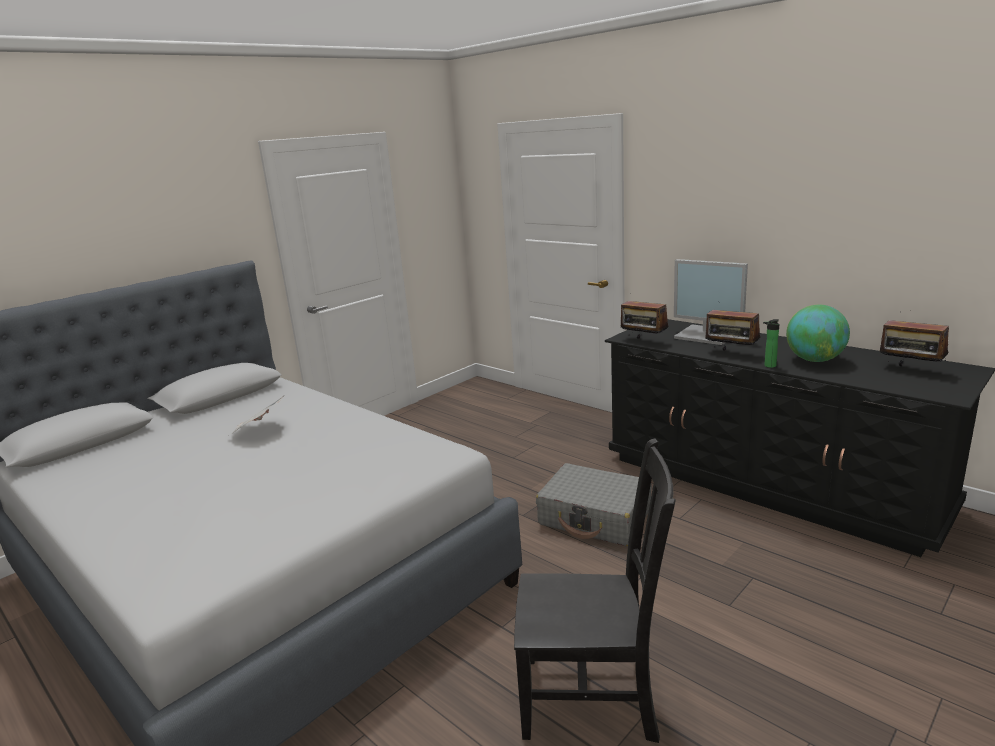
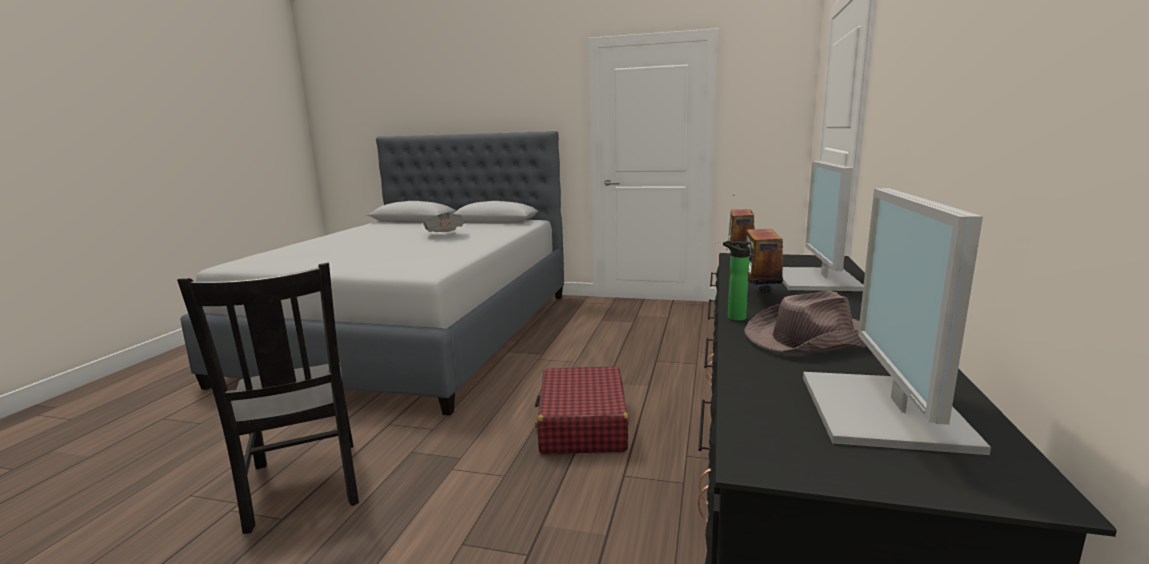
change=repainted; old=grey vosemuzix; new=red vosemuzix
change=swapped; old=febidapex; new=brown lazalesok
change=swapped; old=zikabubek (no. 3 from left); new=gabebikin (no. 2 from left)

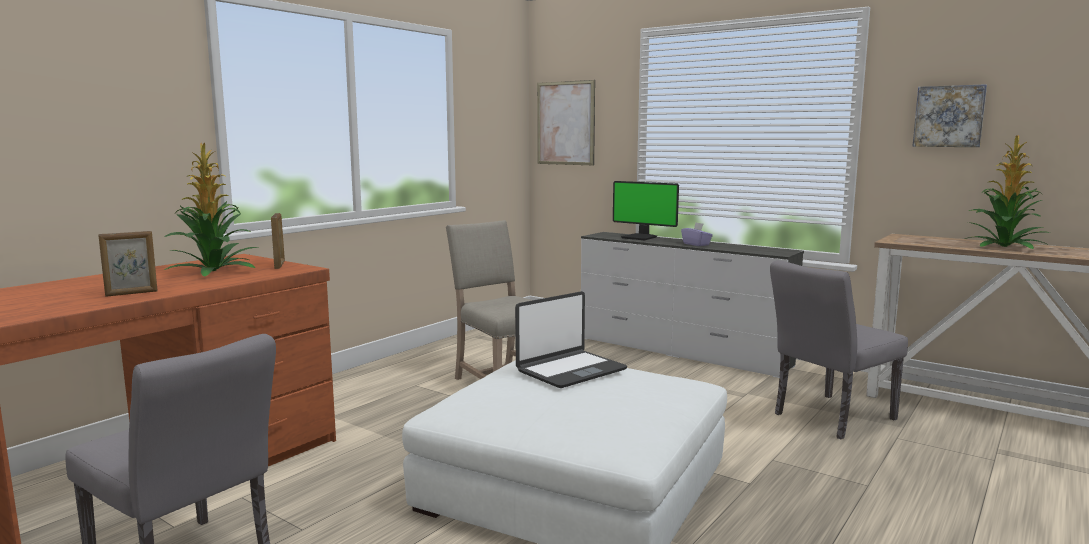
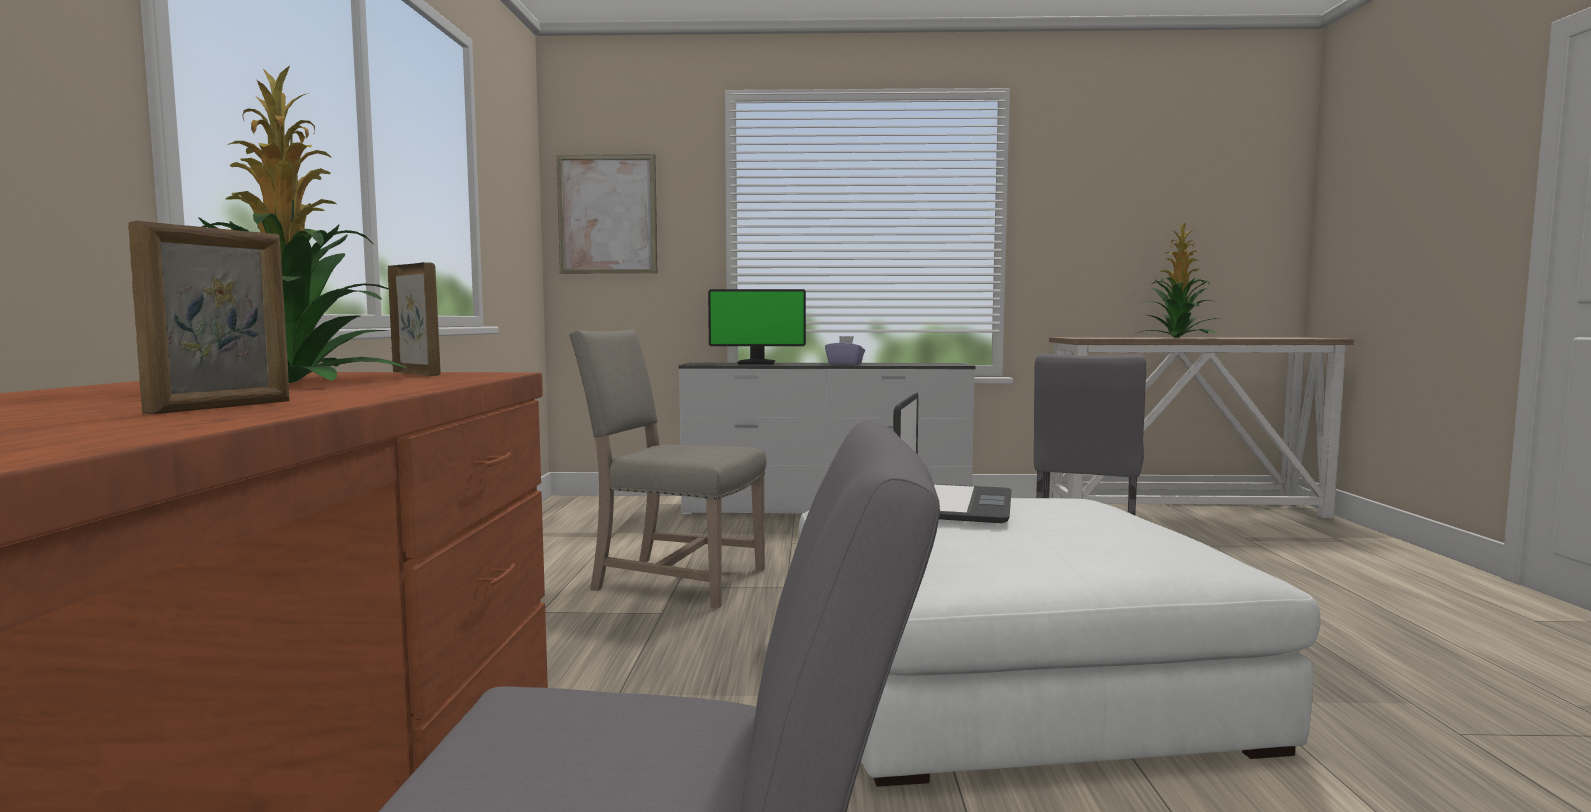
change=gone; old=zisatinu (no. 2 from left)

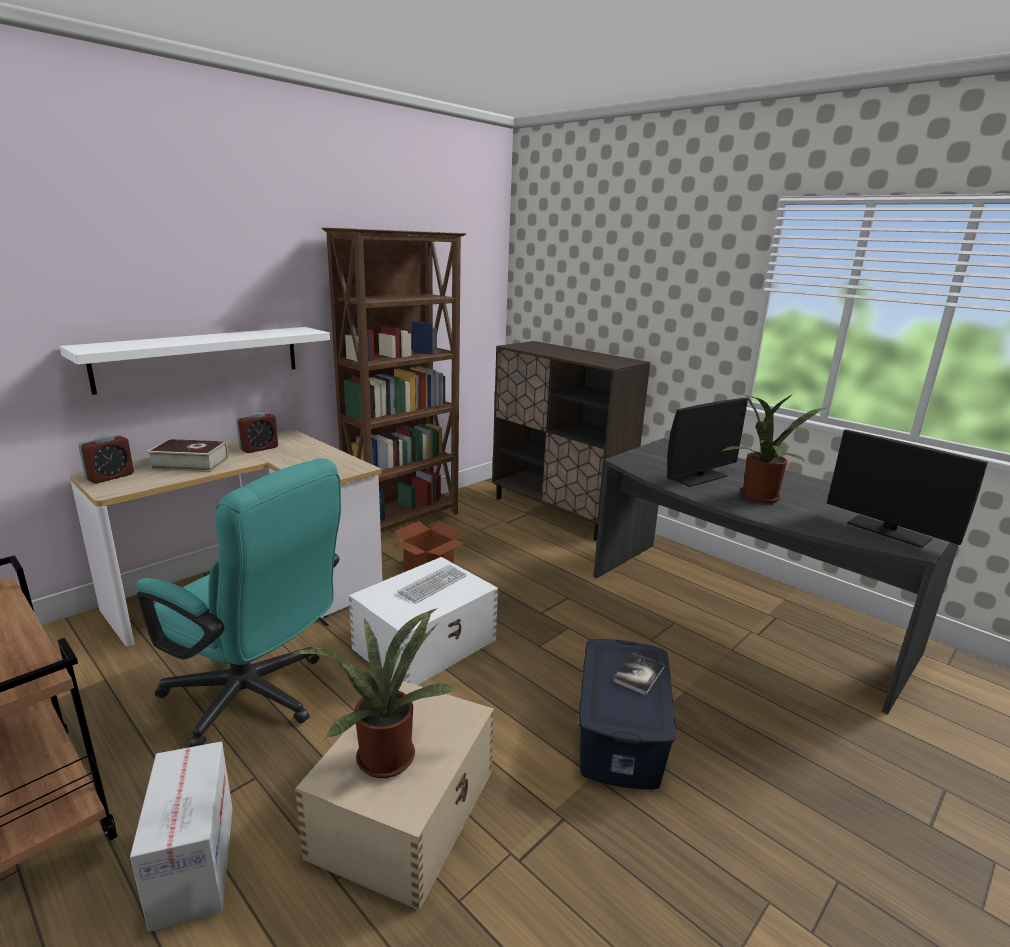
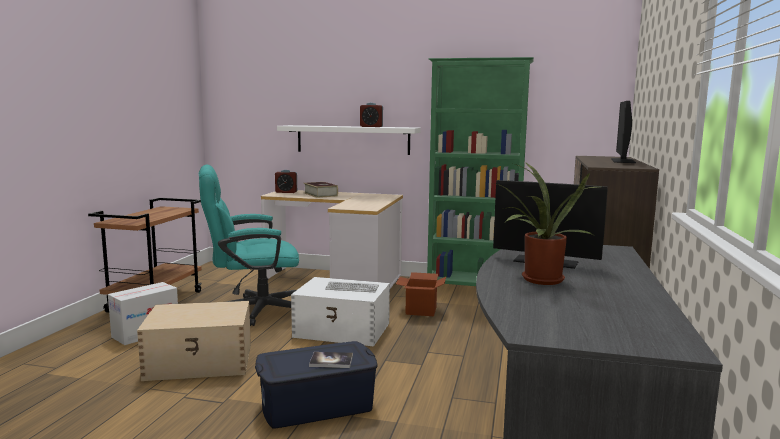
change=rotated; old=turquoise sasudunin; degrees=75
change=shifted; old=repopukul (no. 2 from left)
change=gone; old=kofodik (no. 1 from left)
change=repainted; old=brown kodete; new=green kodete
change=shifted; old=gabebikin (no. 2 from left)

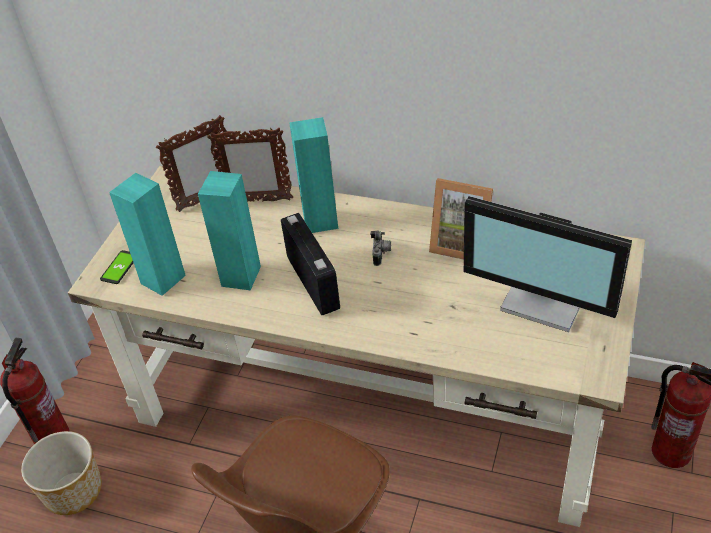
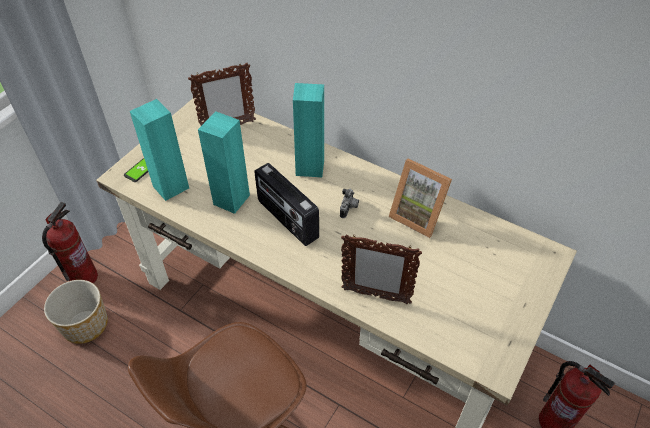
change=shifted; old=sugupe (no. 2 from left)
change=rotated; old=zikabubek; degrees=150
change=gone; old=gabebikin

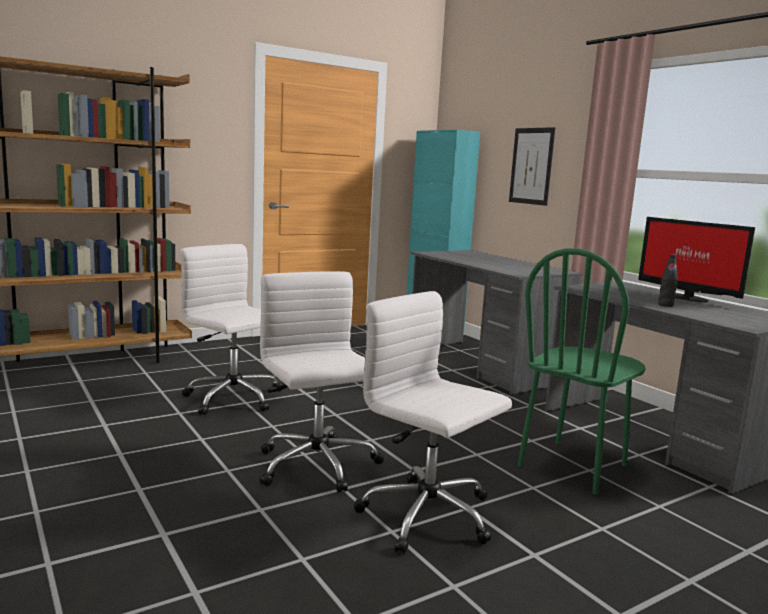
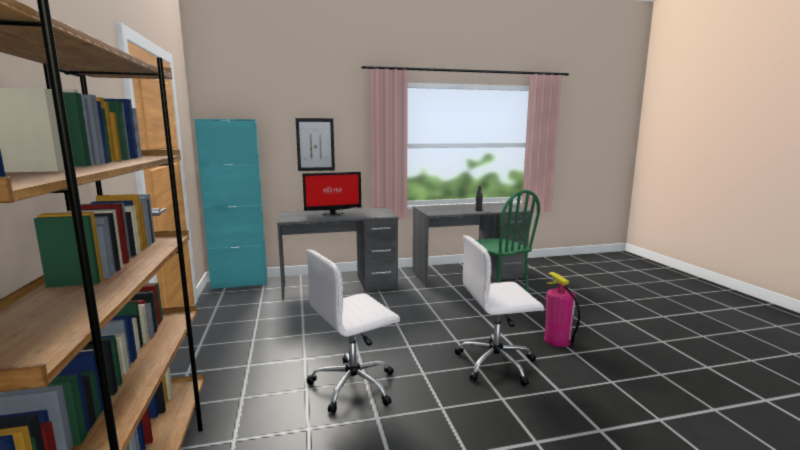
change=swapped; old=white sasudunin (no. 3 from left); new=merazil
change=shifted; old=gabebikin

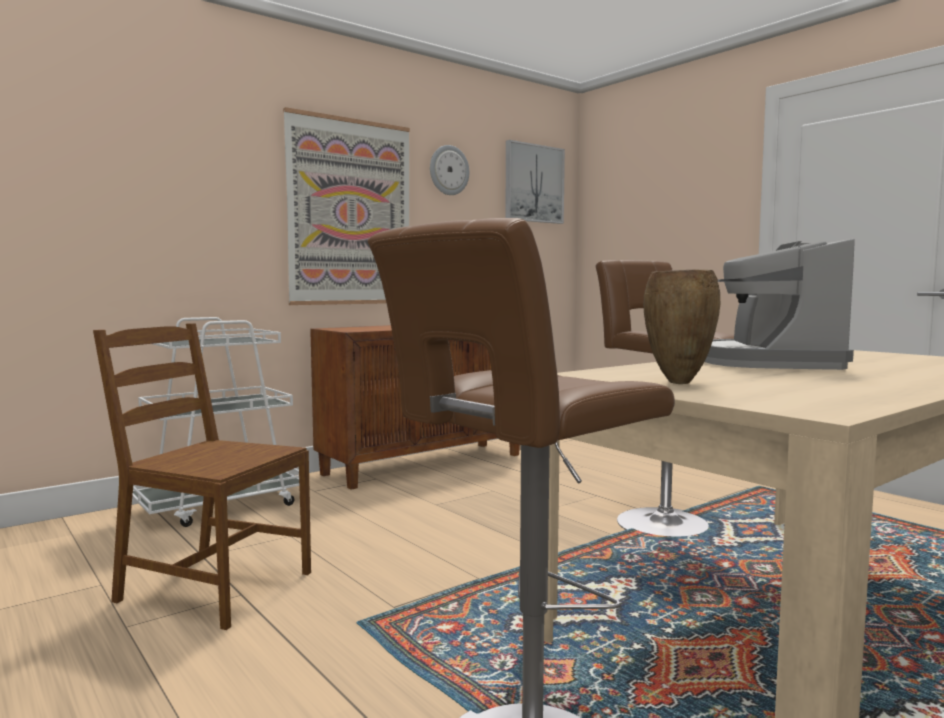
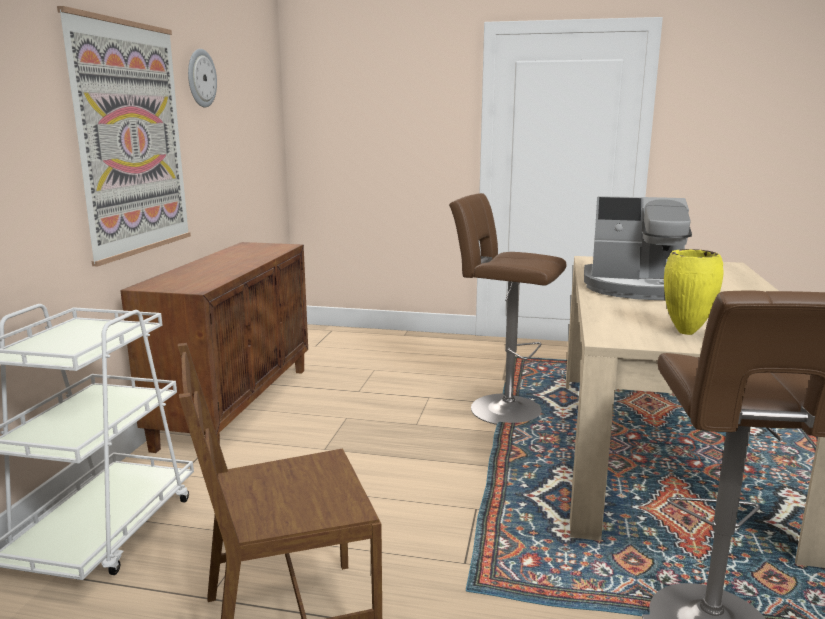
change=gone; old=zisatinu (no. 2 from left)
change=repainted; old=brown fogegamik; new=yellow fogegamik
change=rotated; old=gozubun; degrees=-45

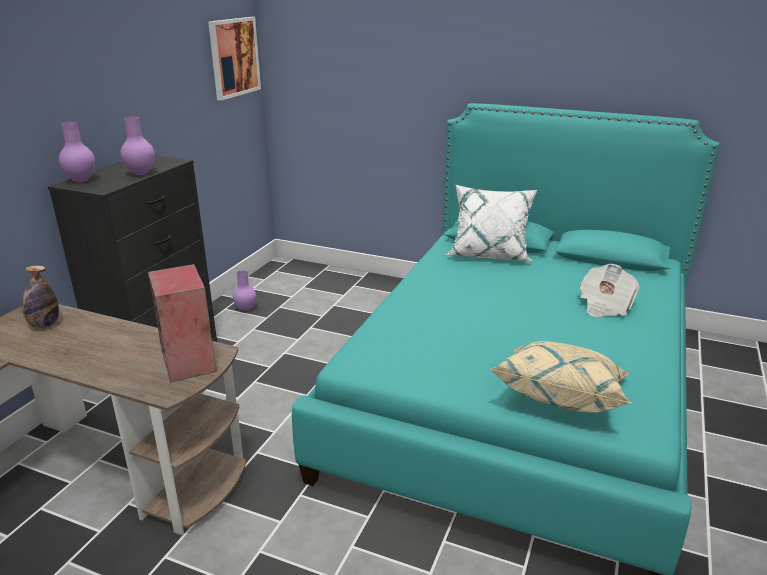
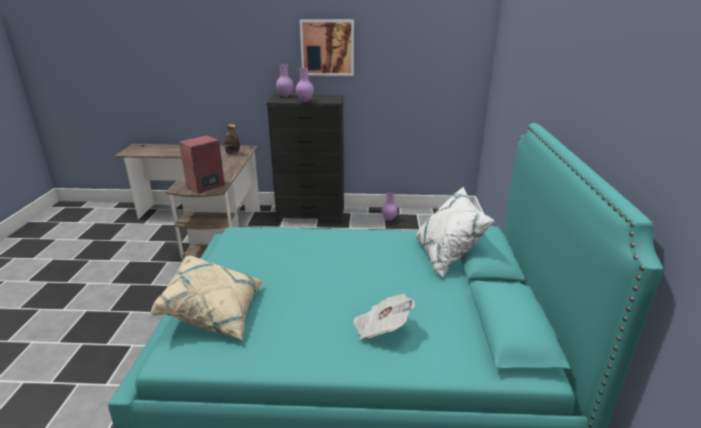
change=shifted; old=zisatinu

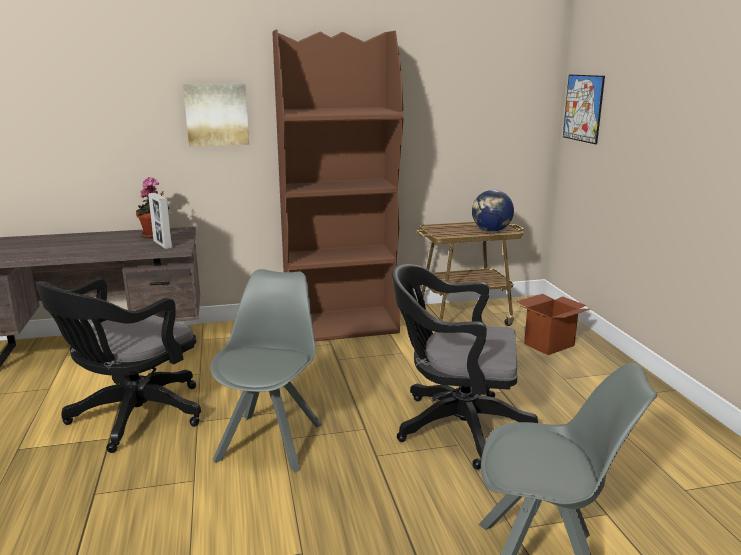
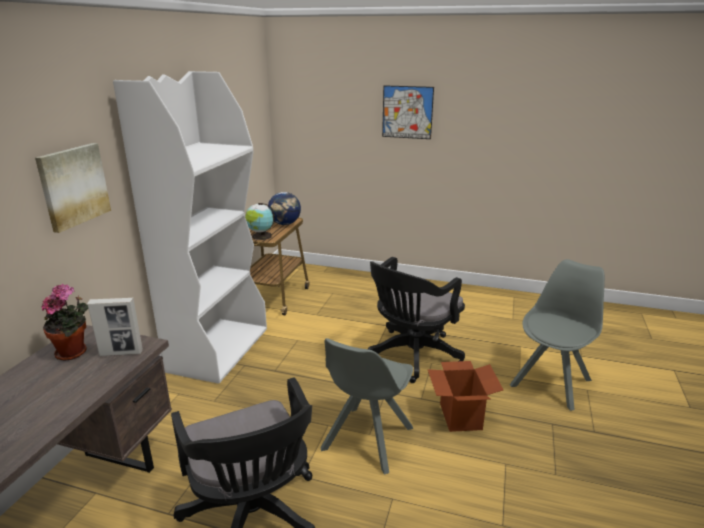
change=rotated; old=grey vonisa (no. 1 from left); degrees=-105
change=repainted; old=brown kodete; new=white kodete
change=shifted; old=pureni
change=shifted; old=zisatinu (no. 2 from left)
change=new; new=febidapex (no. 1 from left)

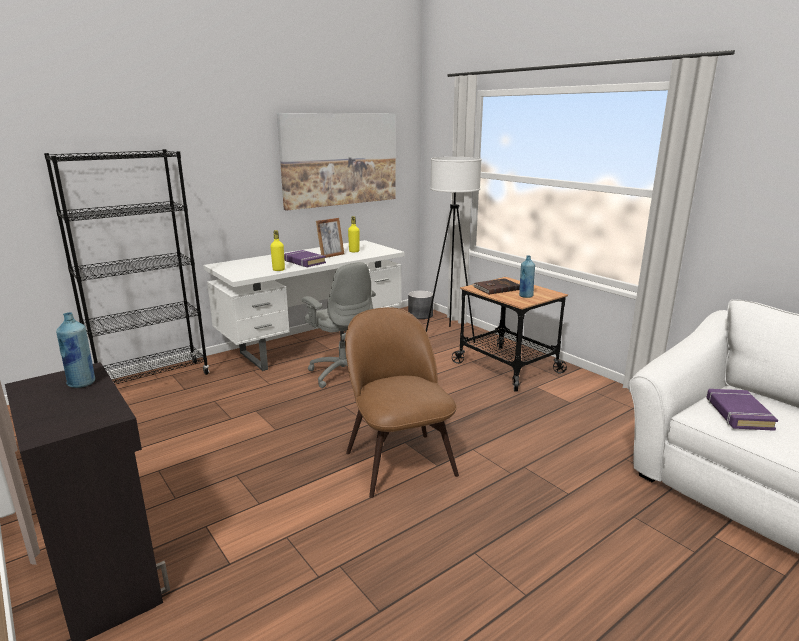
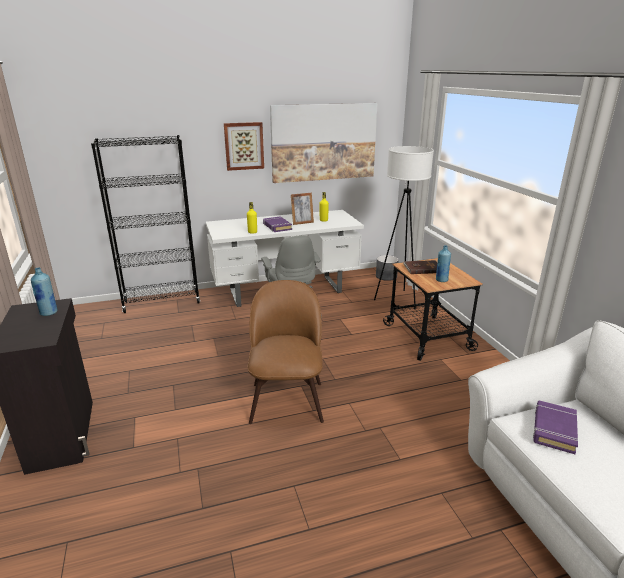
change=new; new=zisatinu (no. 1 from left)

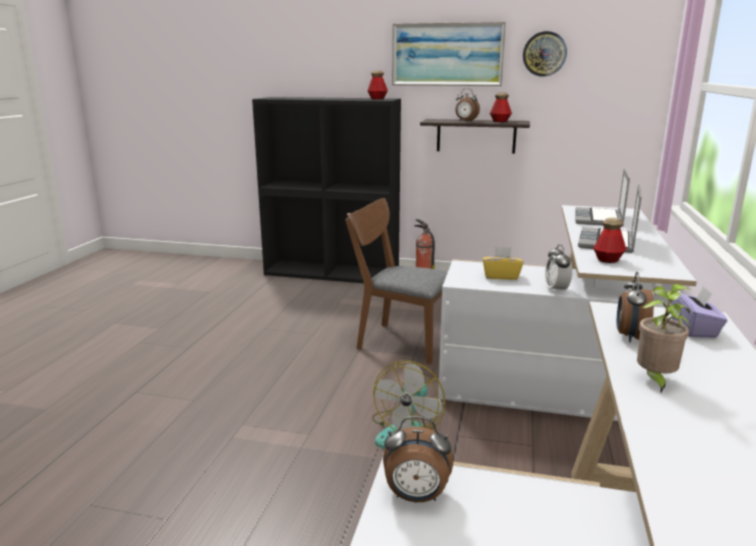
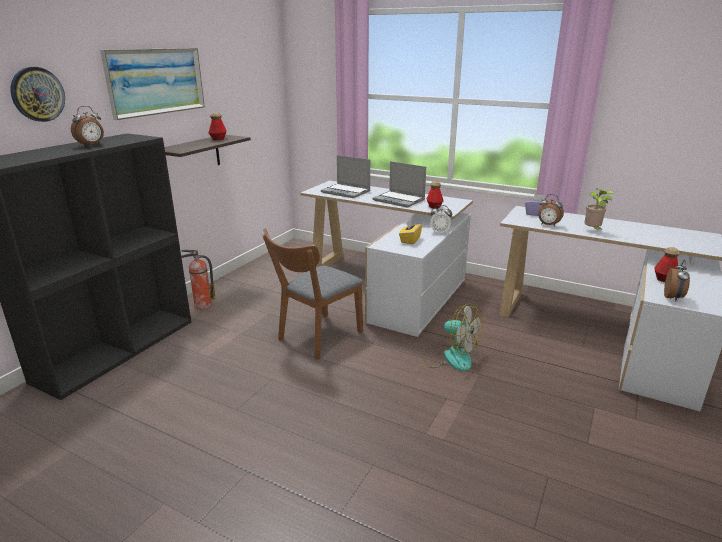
change=shifted; old=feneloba (no. 1 from left in the first image); new=feneloba (no. 3 from left)
change=shifted; old=repopukul (no. 2 from left in the first image); new=repopukul (no. 1 from left)
change=shifted; old=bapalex

